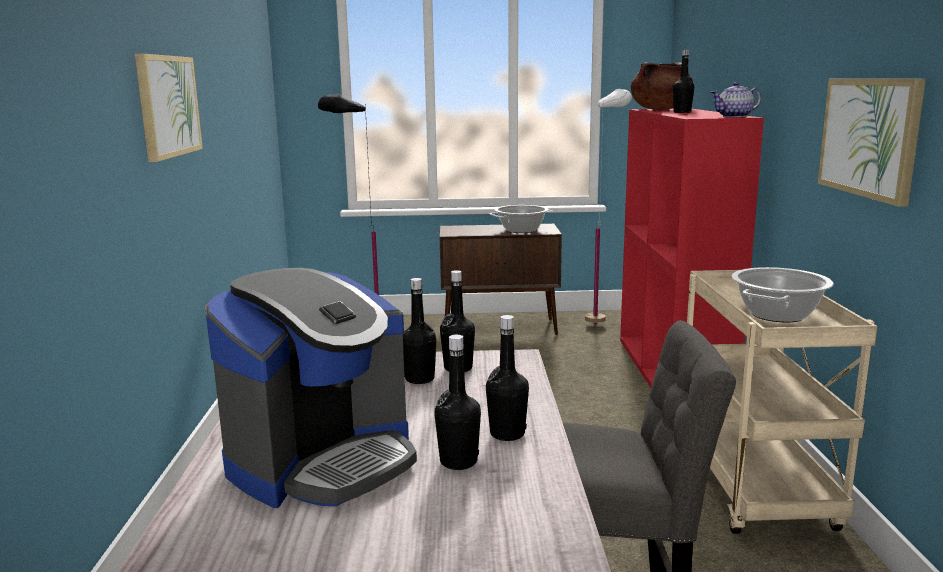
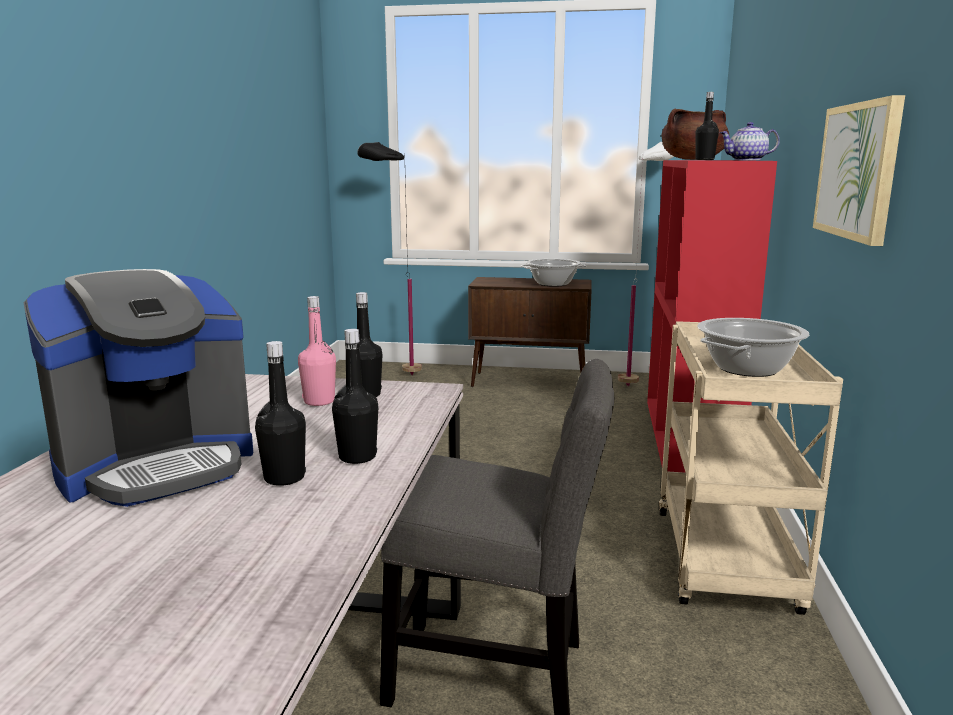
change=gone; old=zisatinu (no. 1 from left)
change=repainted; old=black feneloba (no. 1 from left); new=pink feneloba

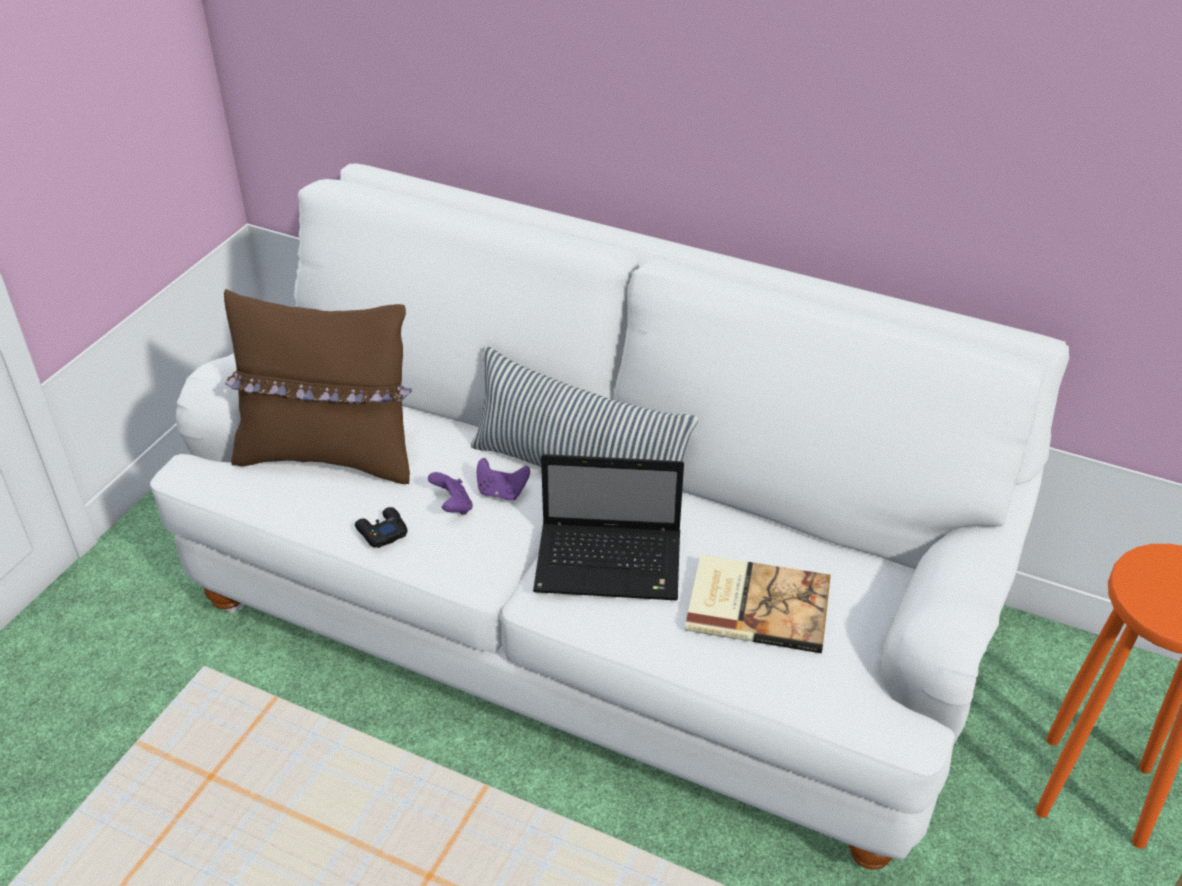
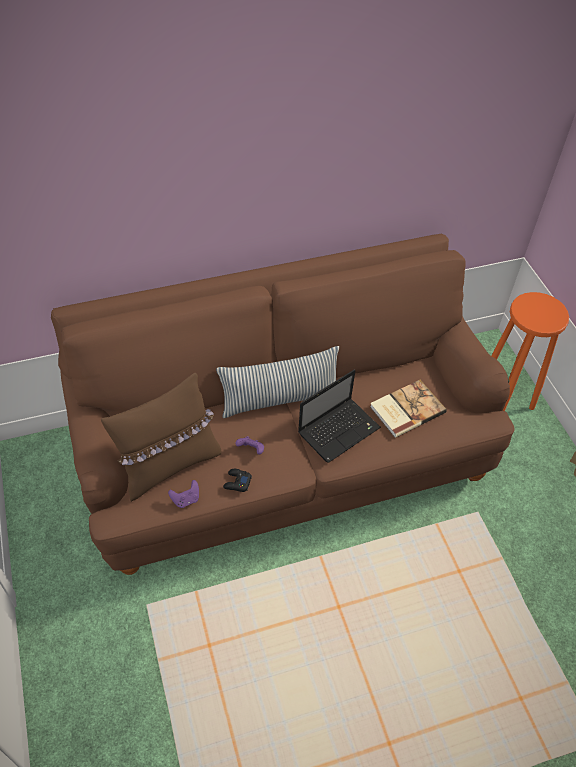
change=repainted; old=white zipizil; new=brown zipizil
change=shifted; old=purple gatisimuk (no. 2 from left in the first image); new=purple gatisimuk (no. 1 from left)

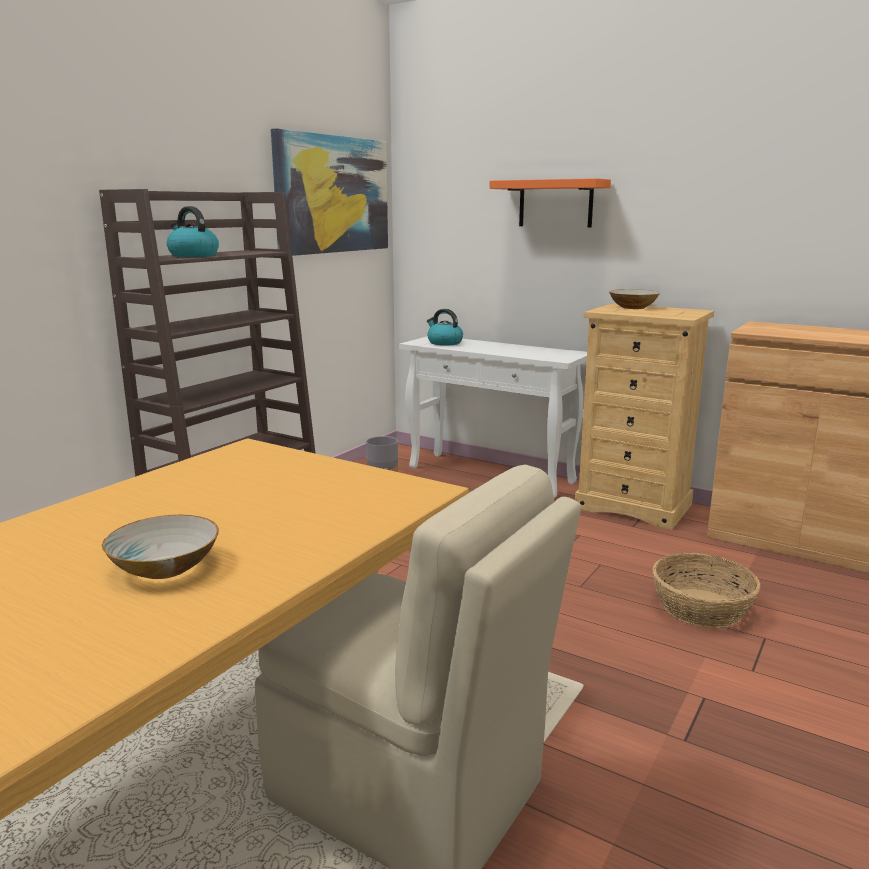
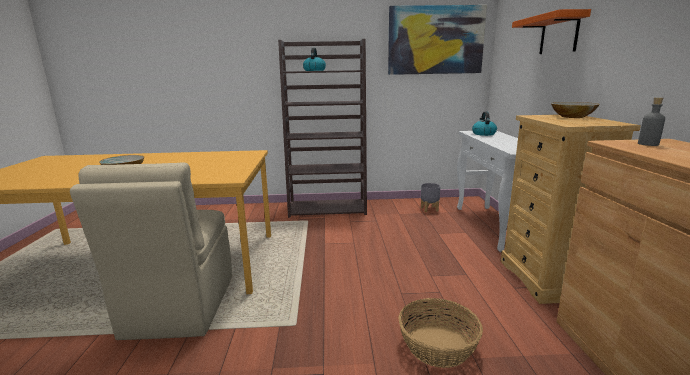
change=new; new=grey feneloba

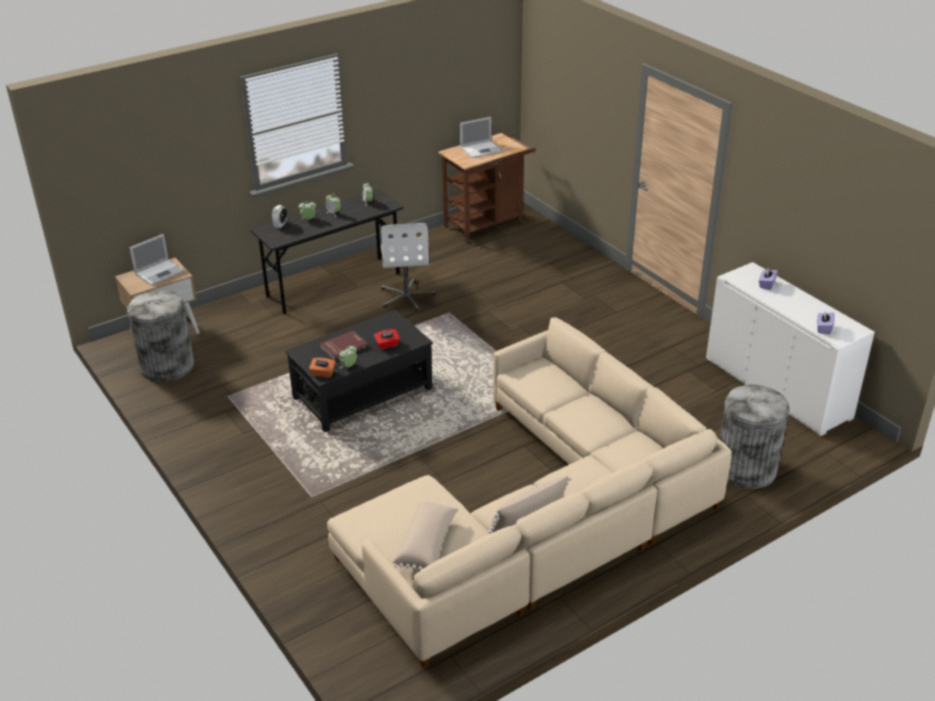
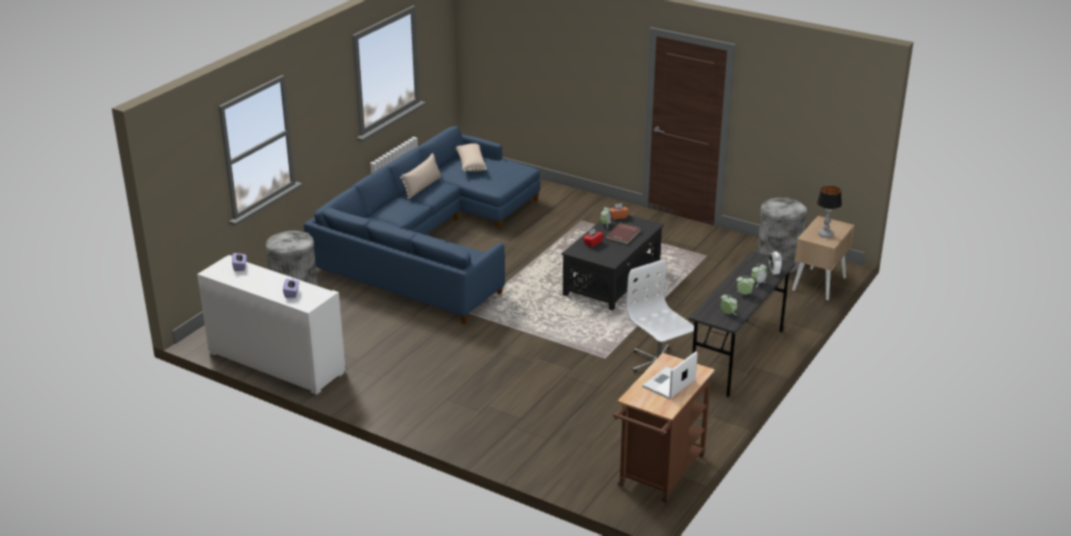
change=swapped; old=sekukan (no. 1 from left); new=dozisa
change=repainted; old=beige zipizil; new=blue zipizil

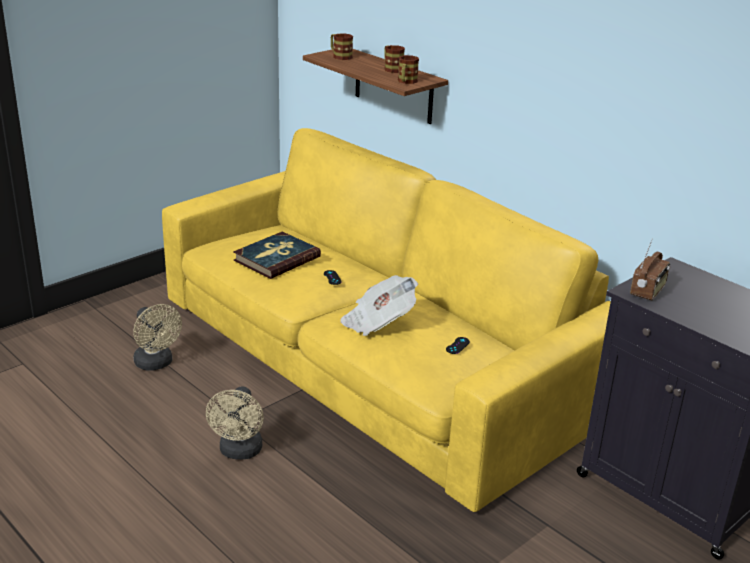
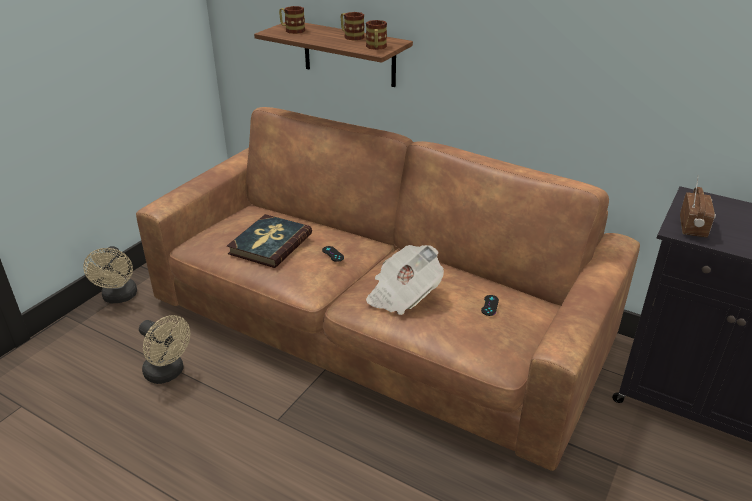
change=repainted; old=yellow zipizil; new=brown zipizil
change=shifted; old=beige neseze (no. 2 from left in the first image); new=beige neseze (no. 1 from left)

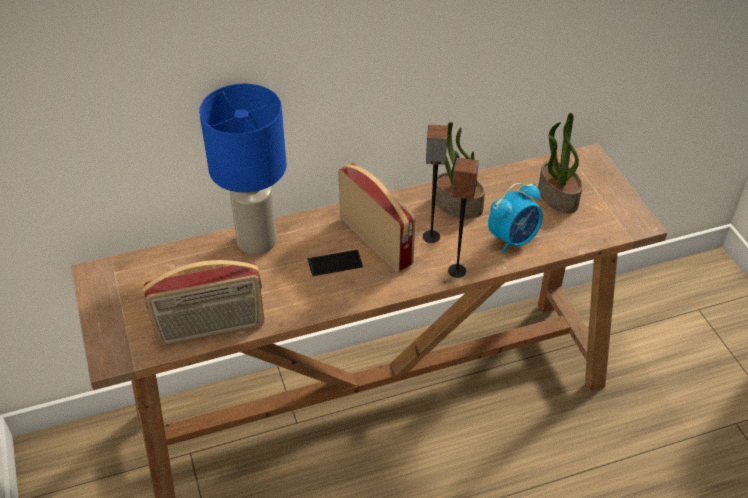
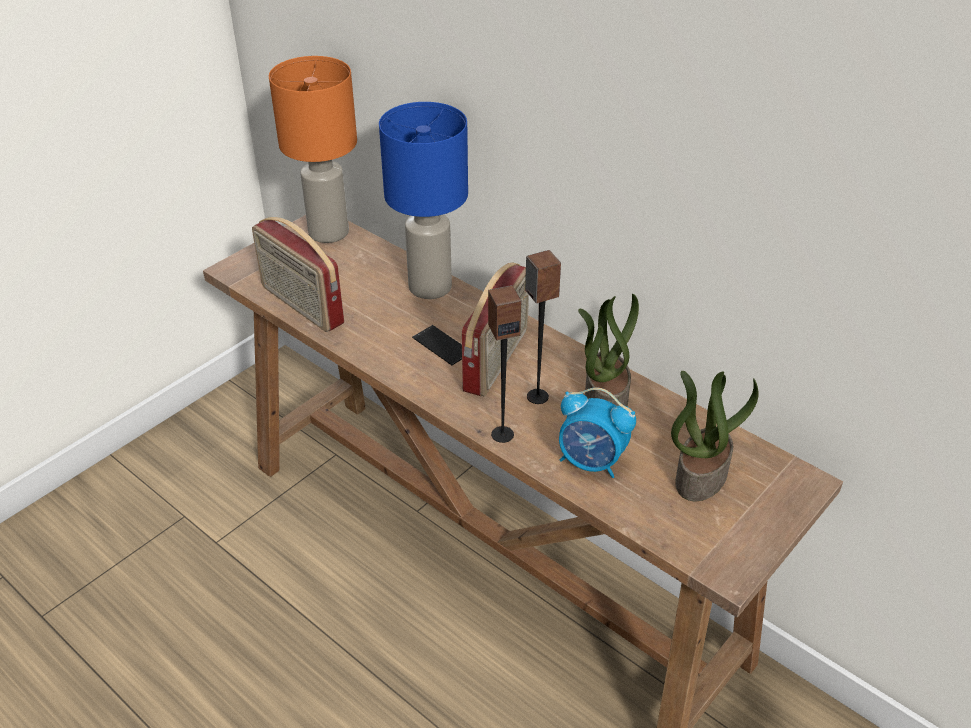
change=new; new=orange dozisa

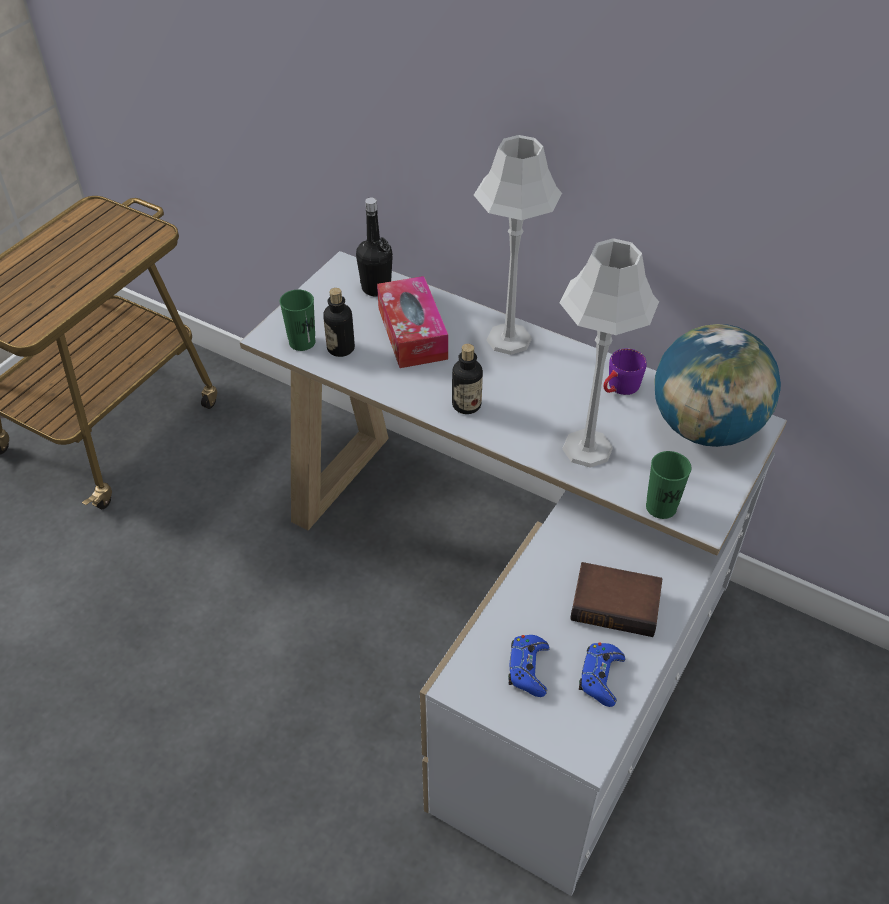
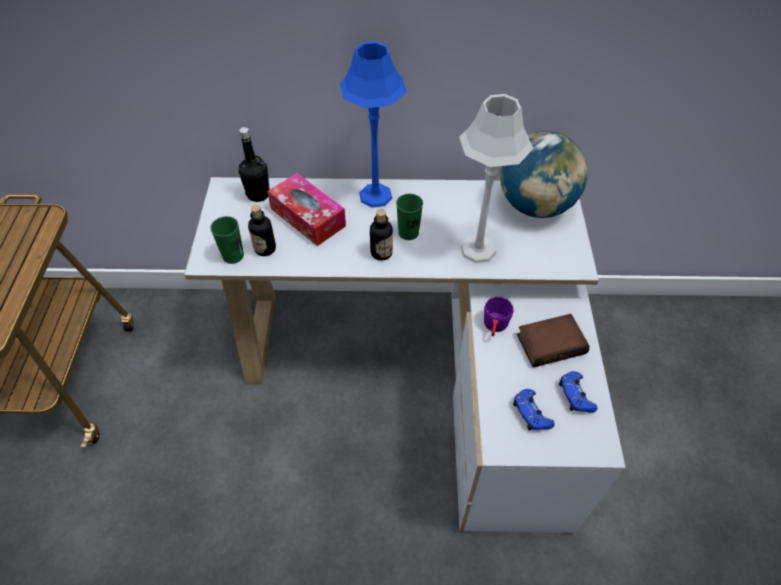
change=repainted; old=grey dozisa (no. 1 from left); new=blue dozisa
change=shifted; old=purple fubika
change=shifted; old=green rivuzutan (no. 2 from left)

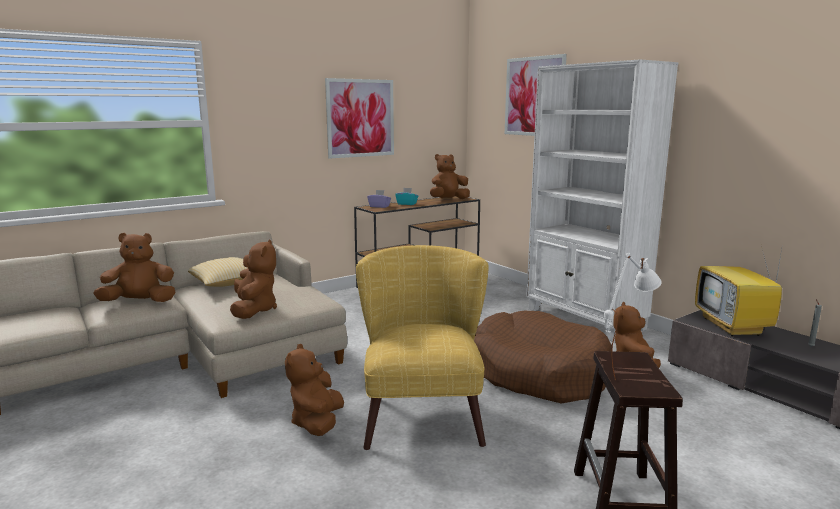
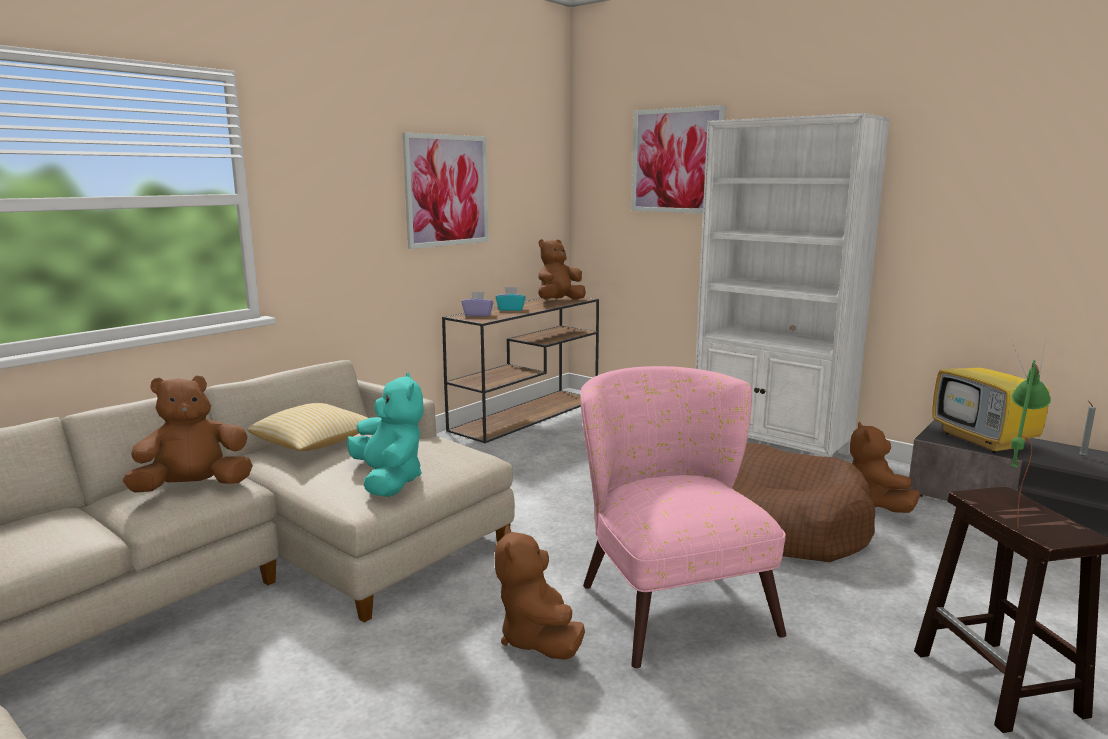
change=repainted; old=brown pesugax (no. 2 from left); new=turquoise pesugax
change=repainted; old=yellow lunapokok; new=pink lunapokok
change=repainted; old=white dozisa; new=green dozisa

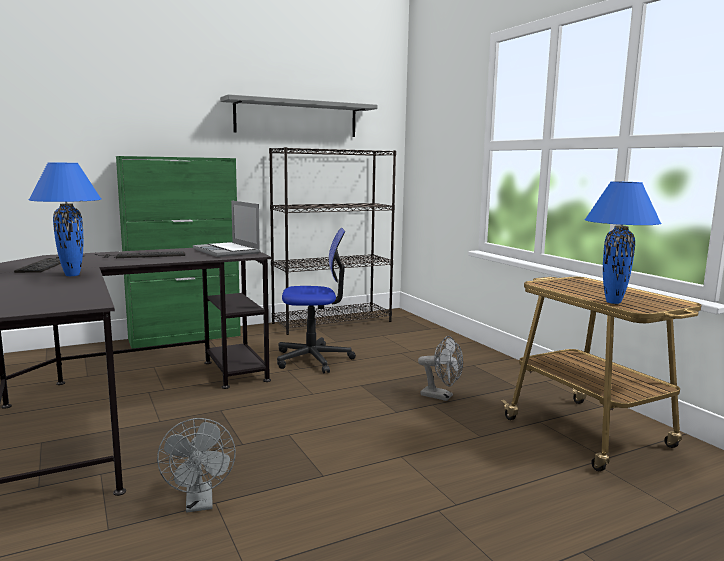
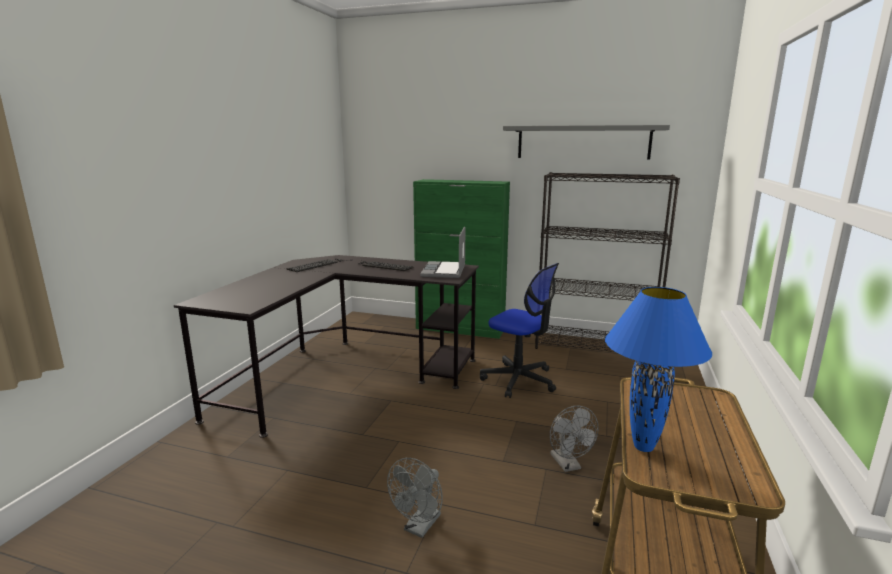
change=gone; old=blue dozisa (no. 1 from left)
change=shifted; old=grey neseze (no. 1 from left)

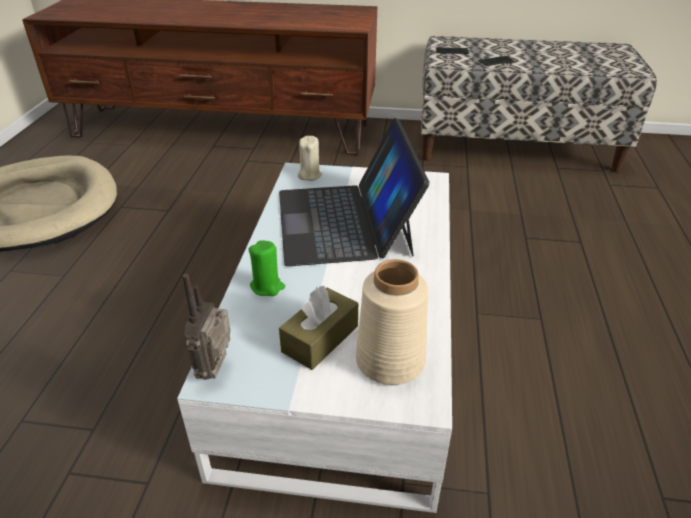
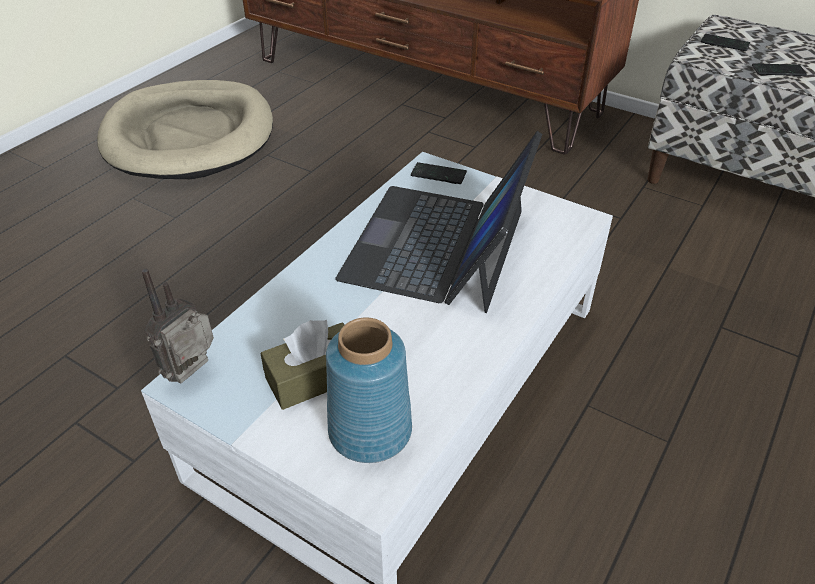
change=gone; old=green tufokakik
change=swapped; old=beige tufokakik; new=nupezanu (no. 1 from left)
change=repainted; old=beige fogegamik; new=blue fogegamik

